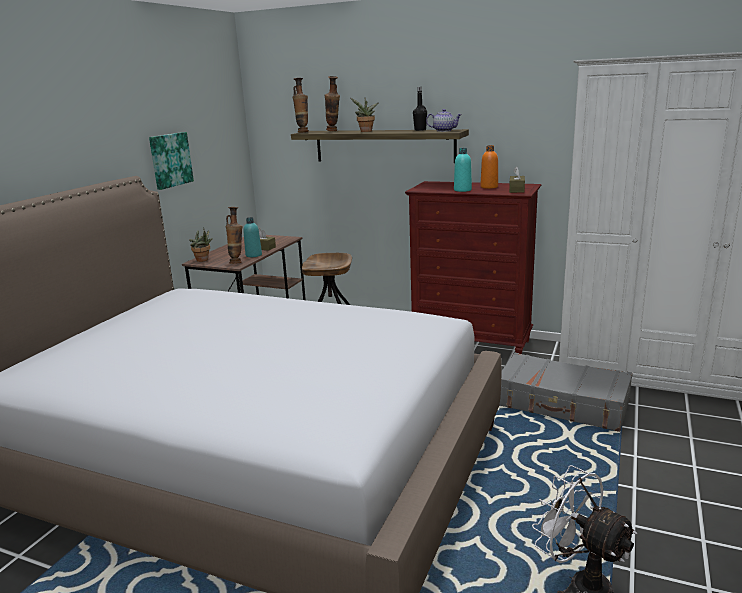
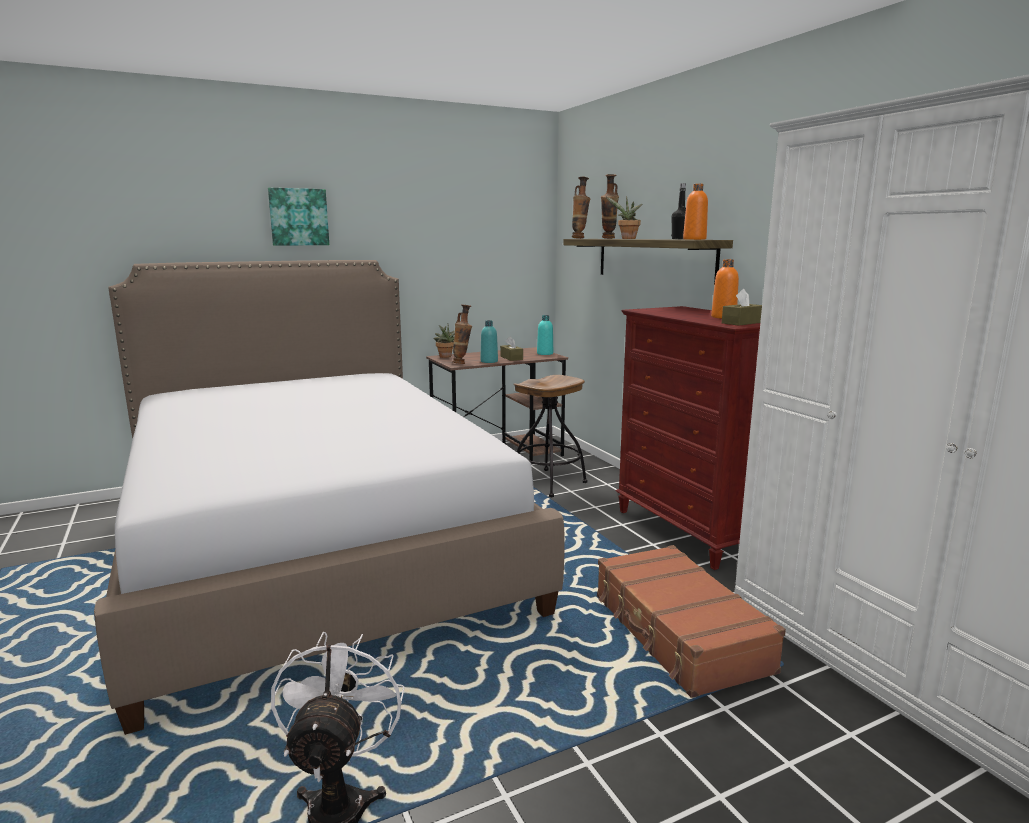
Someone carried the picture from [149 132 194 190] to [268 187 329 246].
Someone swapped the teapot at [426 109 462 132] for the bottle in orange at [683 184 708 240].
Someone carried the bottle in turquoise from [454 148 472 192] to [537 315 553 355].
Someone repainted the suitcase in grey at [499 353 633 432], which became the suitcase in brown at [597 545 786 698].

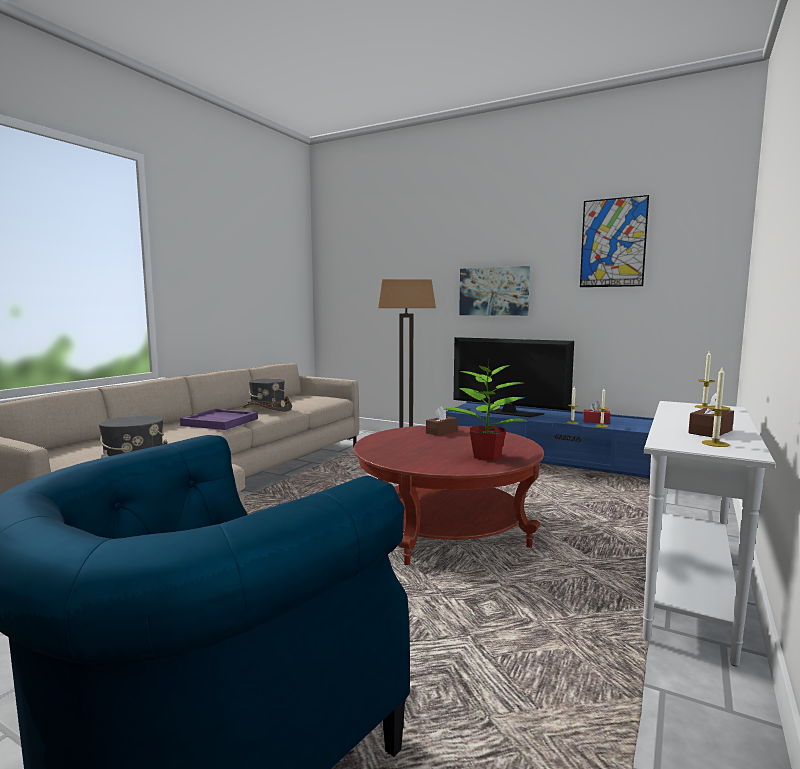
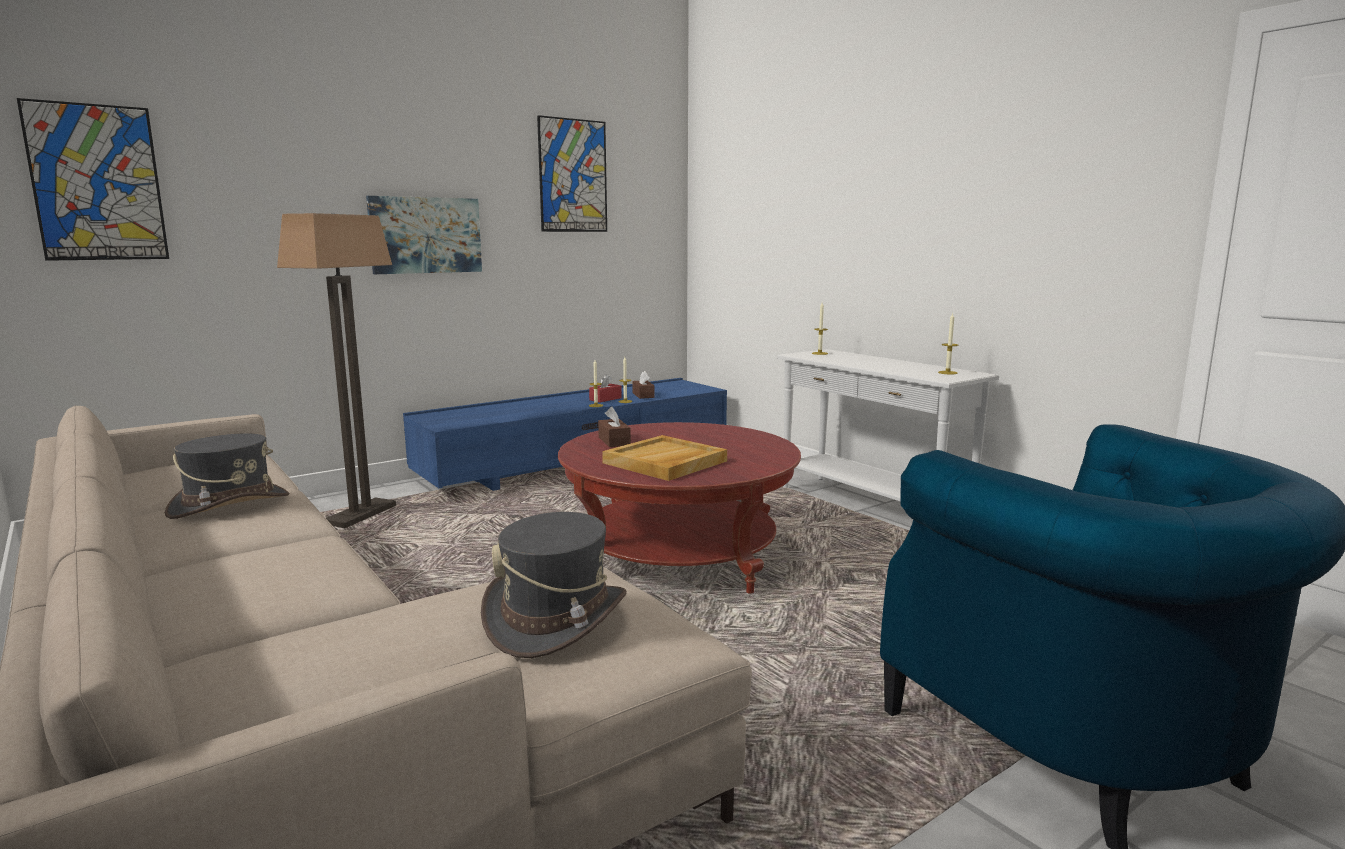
Someone took away the tray in purple at [180 409 258 430].
Someone took away the potted plant at [444 358 528 461].
Someone took away the television at [454 337 574 417].
Someone carried the tissue box in brown from [688 393 734 437] to [632 371 654 399].
Someone put up the picture at [17 98 169 261].
Someone put down the tray in beige at [602 435 727 481].

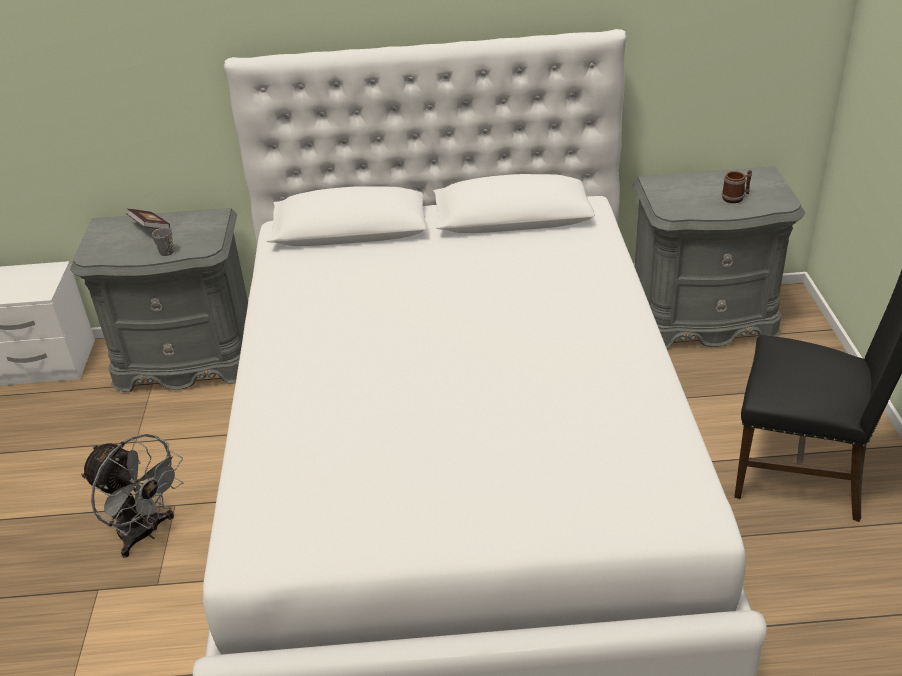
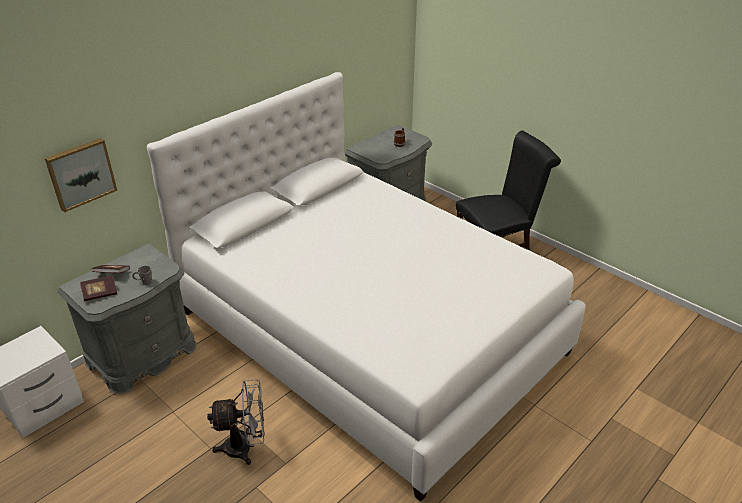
Someone put up the picture at [45 138 117 212].
Someone put down the book at [80 275 117 301].

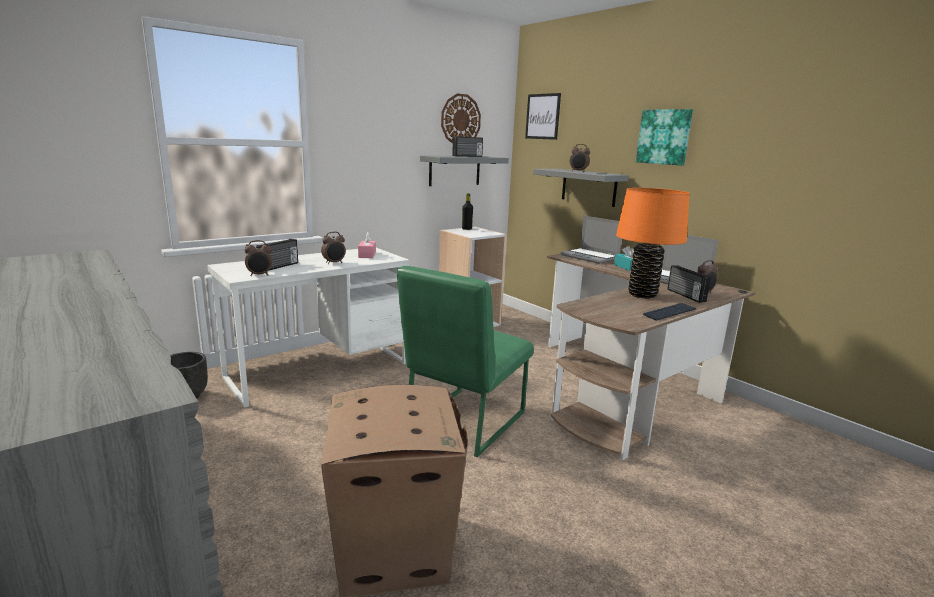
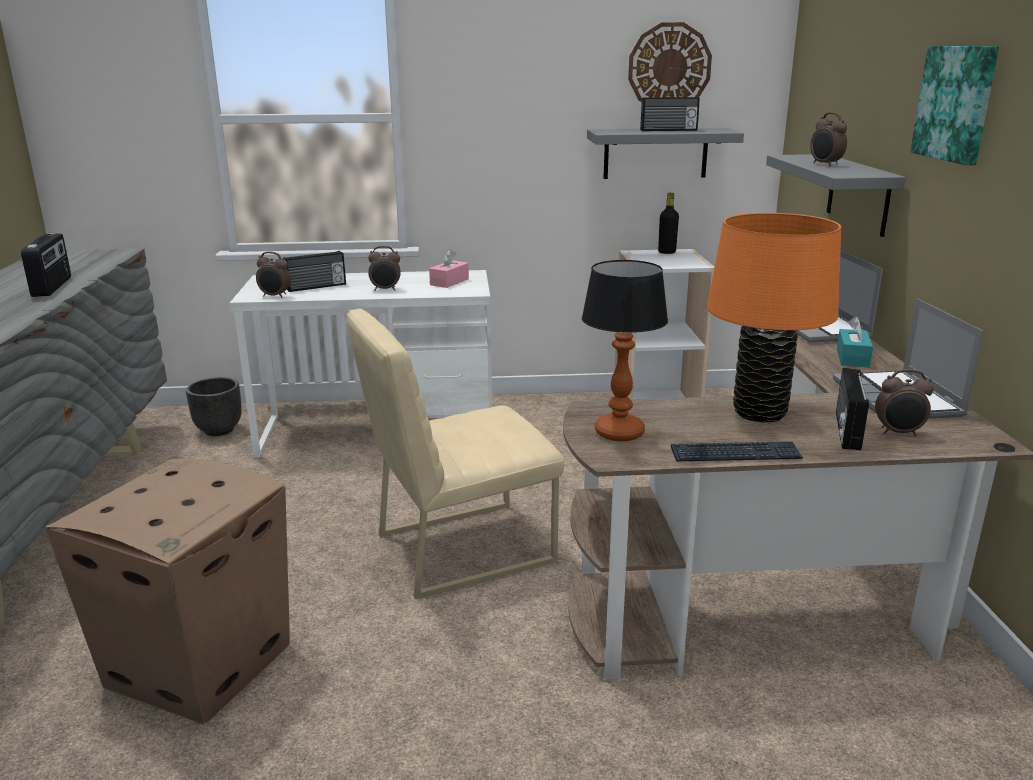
Someone repainted the chair in green at [397 266 534 457], which became the chair in beige at [347 309 564 599].
Someone took away the picture at [525 93 561 140].
Someone put down the radio at [21 233 71 297].
Someone put down the table lamp at [582 260 668 441].

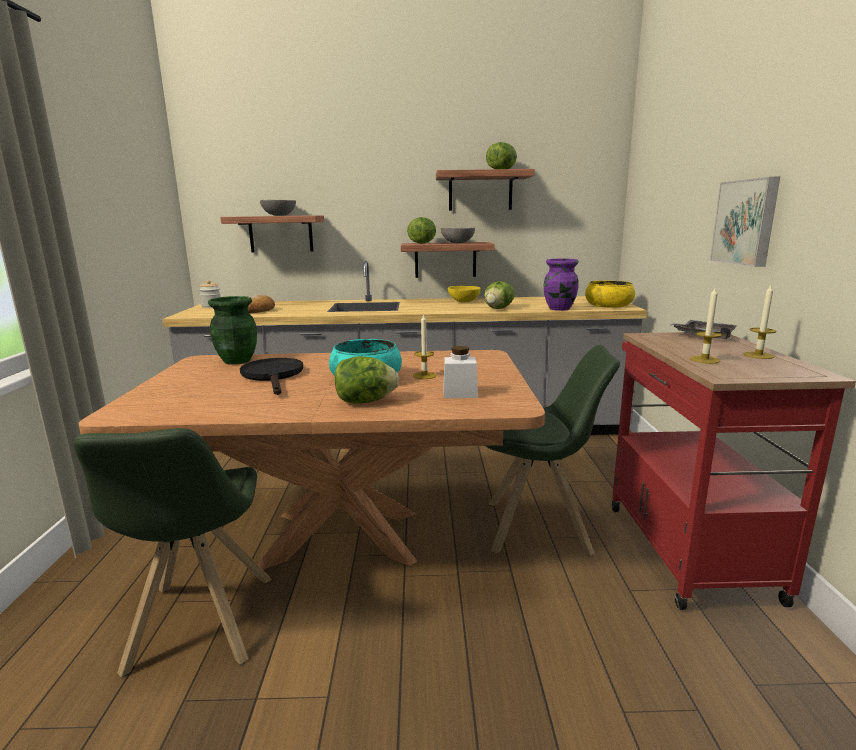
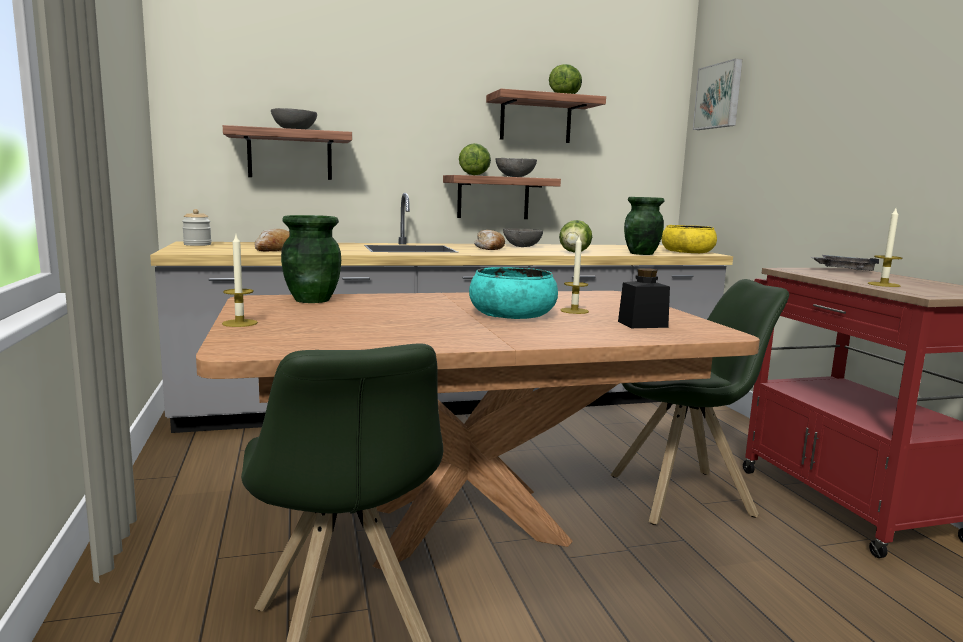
Someone took away the frying pan in black at [240 358 303 395].
Someone took away the lettuce at [335 356 399 404].
Someone repainted the jar in white at [443 346 478 398], which became the jar in black at [618 268 670 328].
Someone repainted the bowl in yellow at [448 286 481 303], which became the bowl in grey at [503 228 543 247].
Someone repainted the vase in purple at [544 258 579 311], which became the vase in green at [624 197 664 255].
Someone carried the picture from [710 177 780 267] to [693 59 743 130].
Someone carried the candle from [744 285 776 359] to [222 235 258 327].
Someone put down the bread at [474 230 505 250].

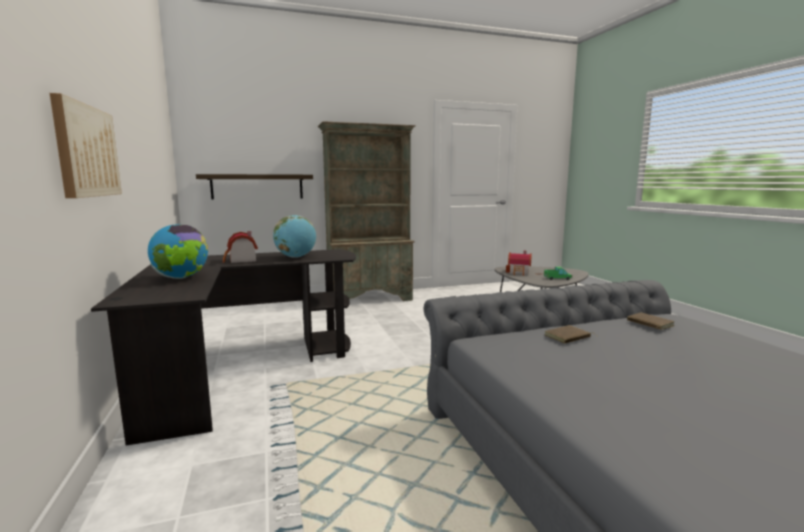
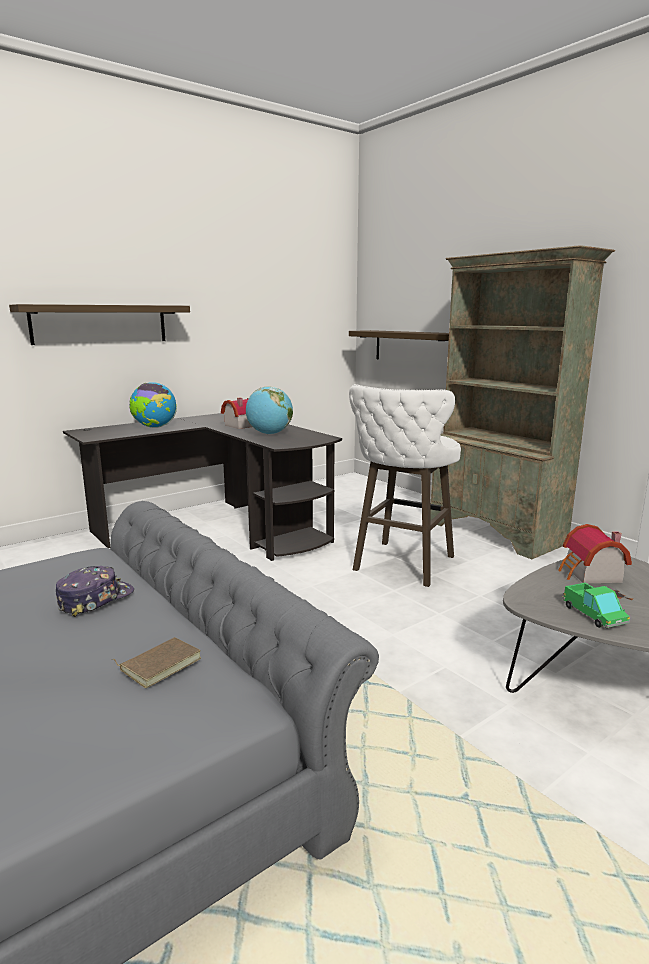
Someone swapped the picture at [50 93 122 198] for the shelf at [9 304 190 345].
Someone swapped the book in brown at [545 325 598 344] for the cap at [56 566 134 617].
Someone put down the stool in white at [349 384 461 587].

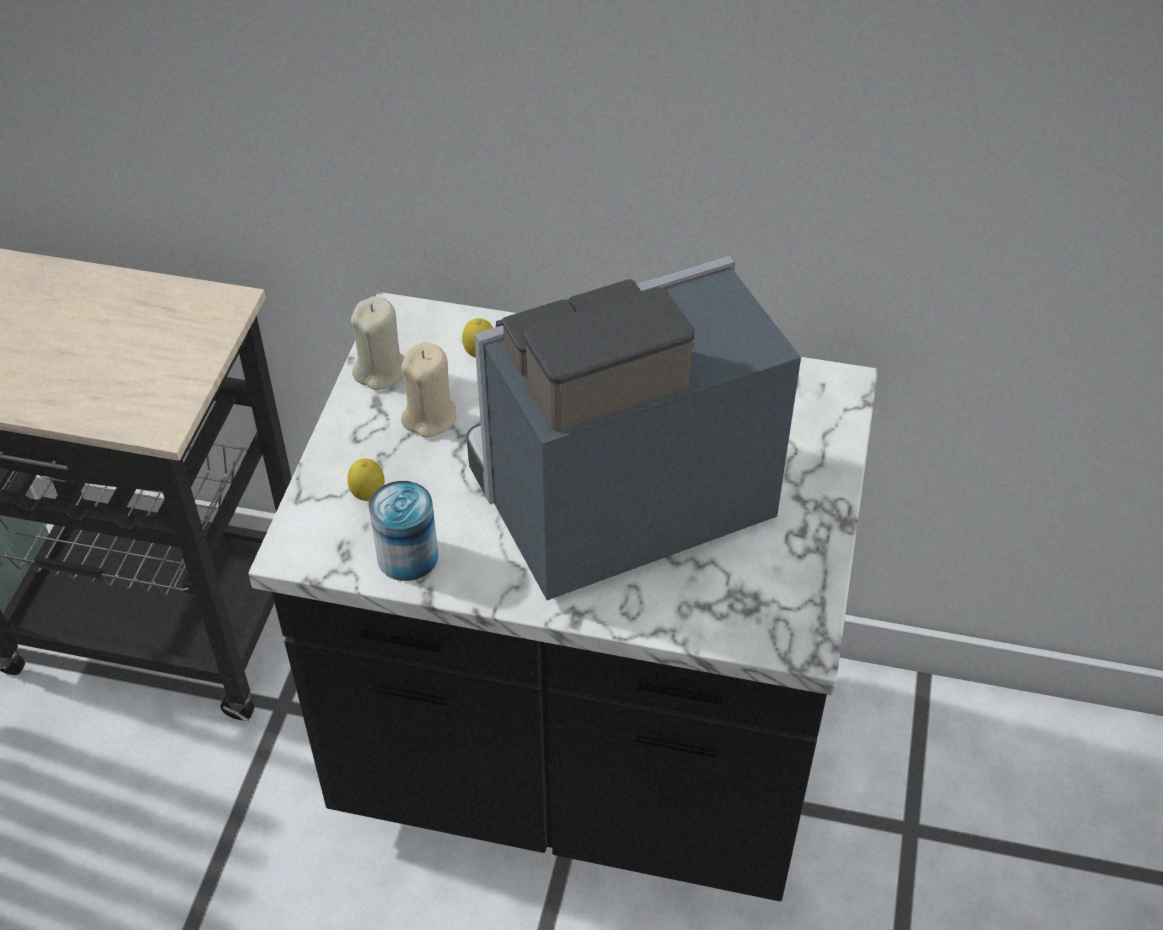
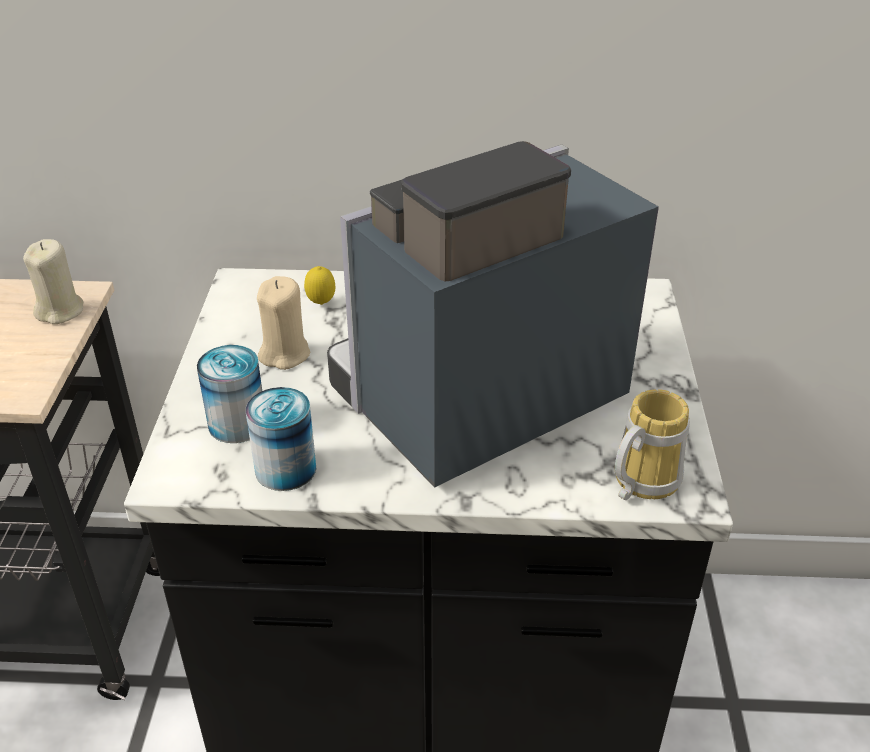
Someone swapped the lemon at [347 459 385 501] for the can at [197 345 262 443].
Someone carried the candle in beige from [351 296 404 390] to [23 239 83 324].
Someone put down the mug at [615 389 690 500].

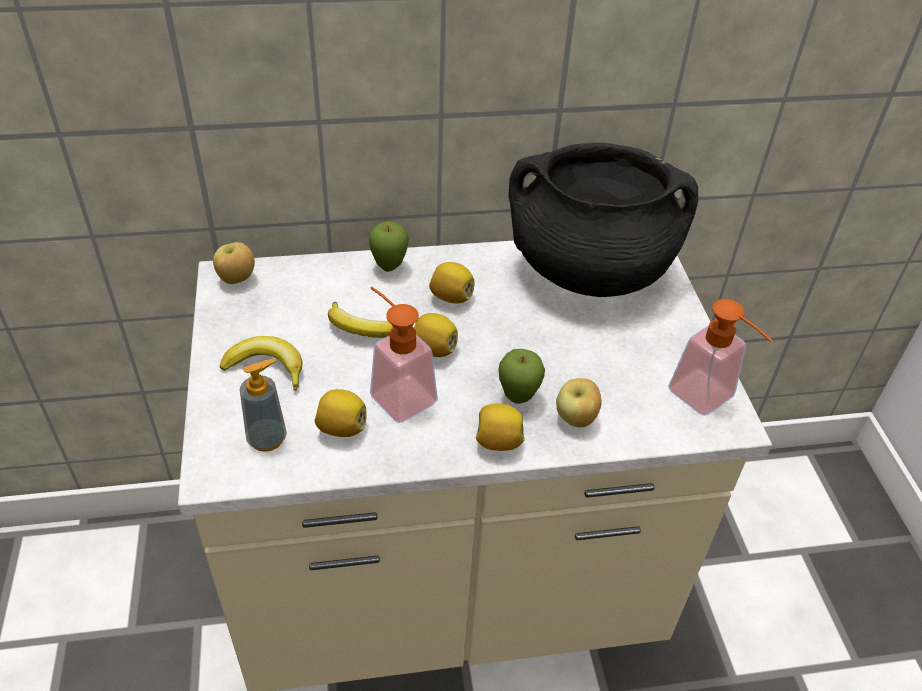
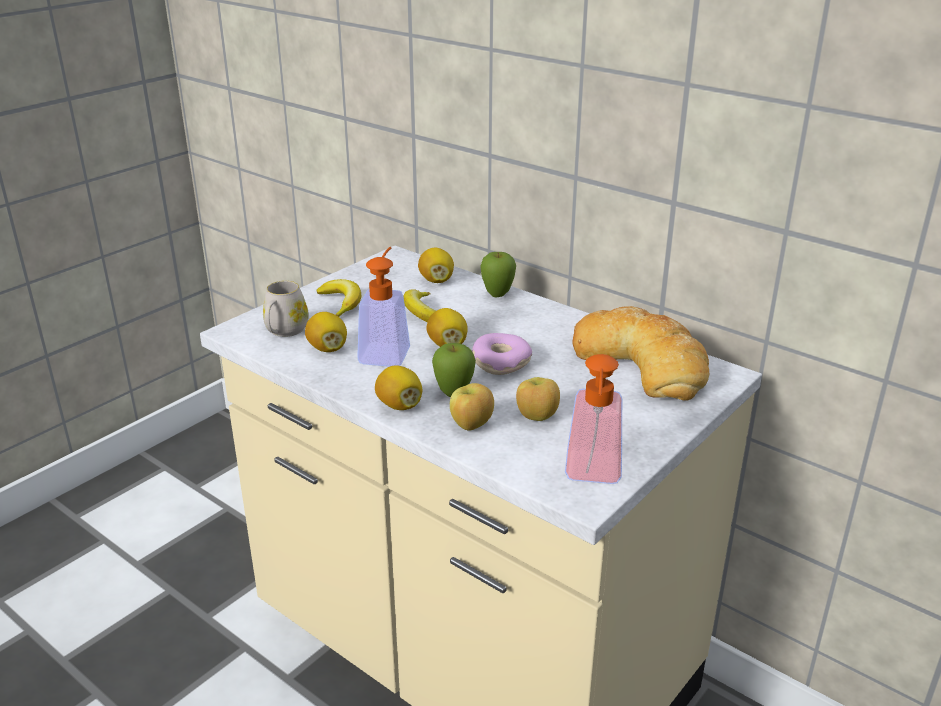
Someone carried the apple from [213 242 255 284] to [516 377 560 421].
Someone swapped the soap dispenser at [240 359 287 452] for the mug in white at [263 281 309 337].
Someone carried the lemon from [429 262 475 304] to [418 248 454 283].
Someone swapped the cooking pot in black at [508 143 698 297] for the bread at [573 306 709 401].
Someone put down the donut at [472 333 532 375].

